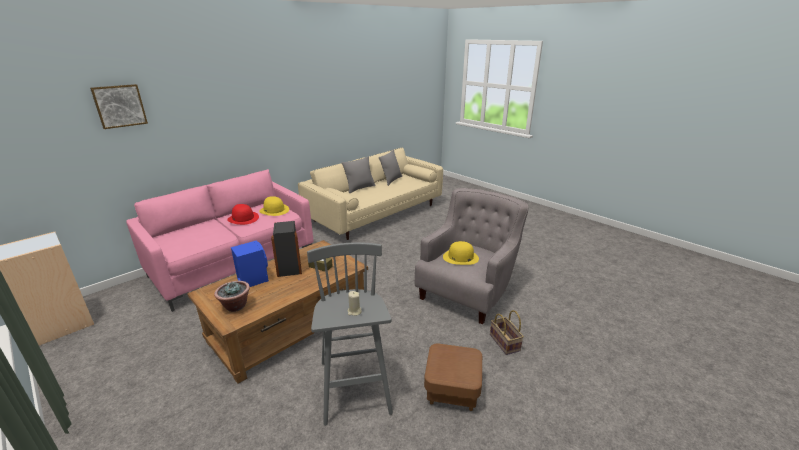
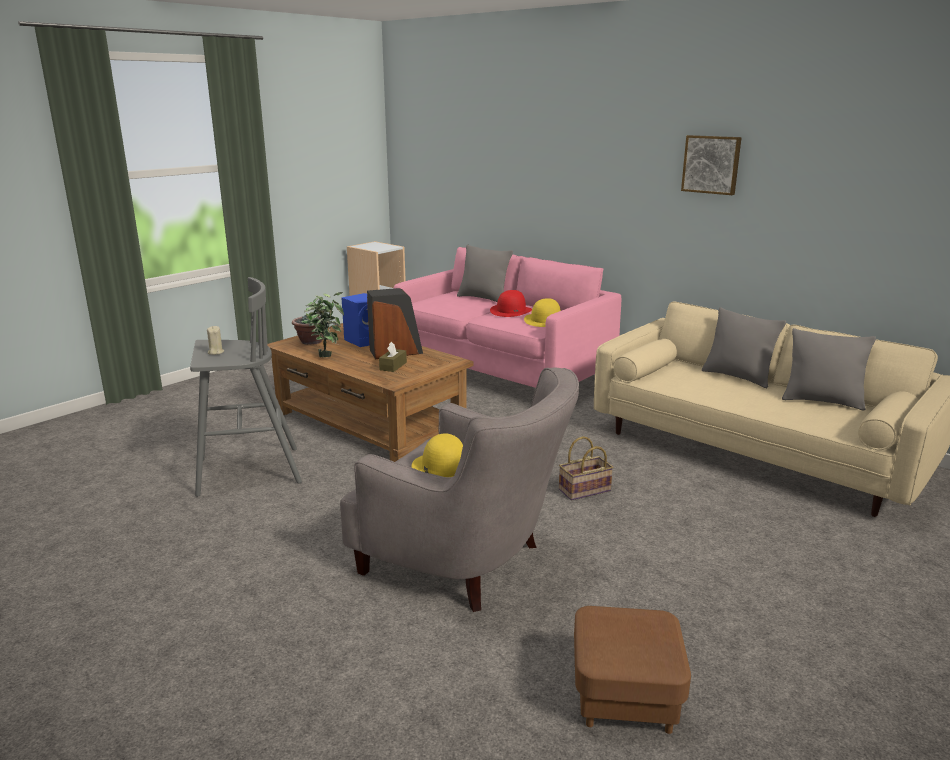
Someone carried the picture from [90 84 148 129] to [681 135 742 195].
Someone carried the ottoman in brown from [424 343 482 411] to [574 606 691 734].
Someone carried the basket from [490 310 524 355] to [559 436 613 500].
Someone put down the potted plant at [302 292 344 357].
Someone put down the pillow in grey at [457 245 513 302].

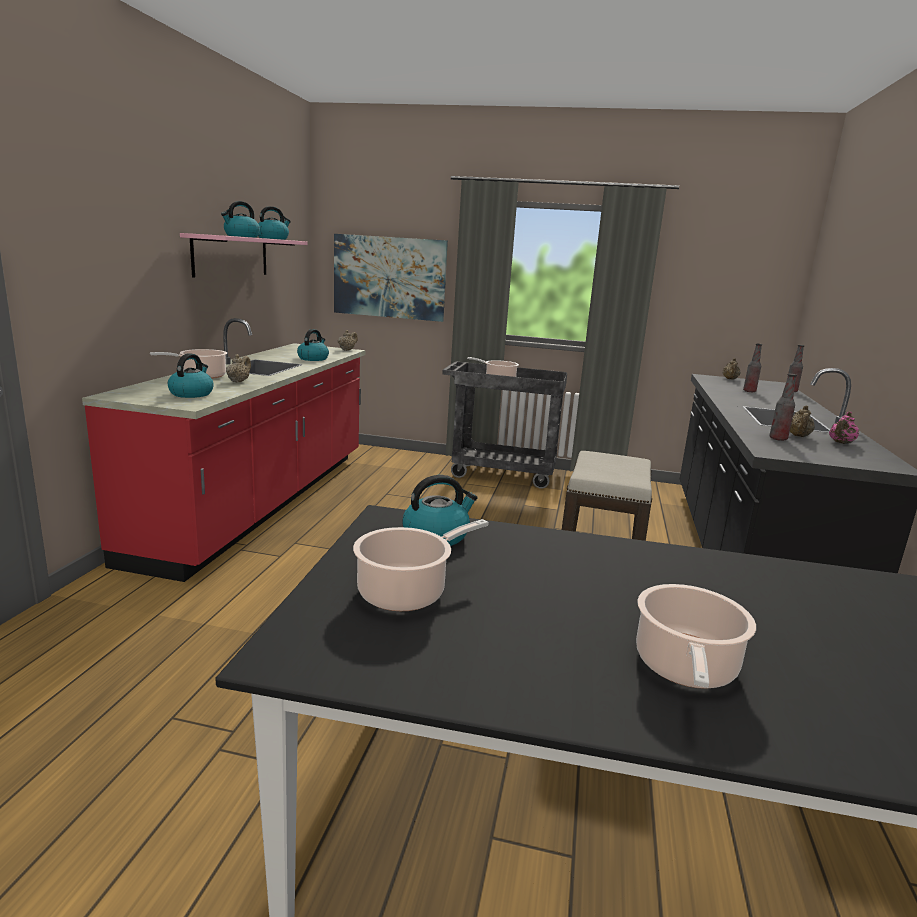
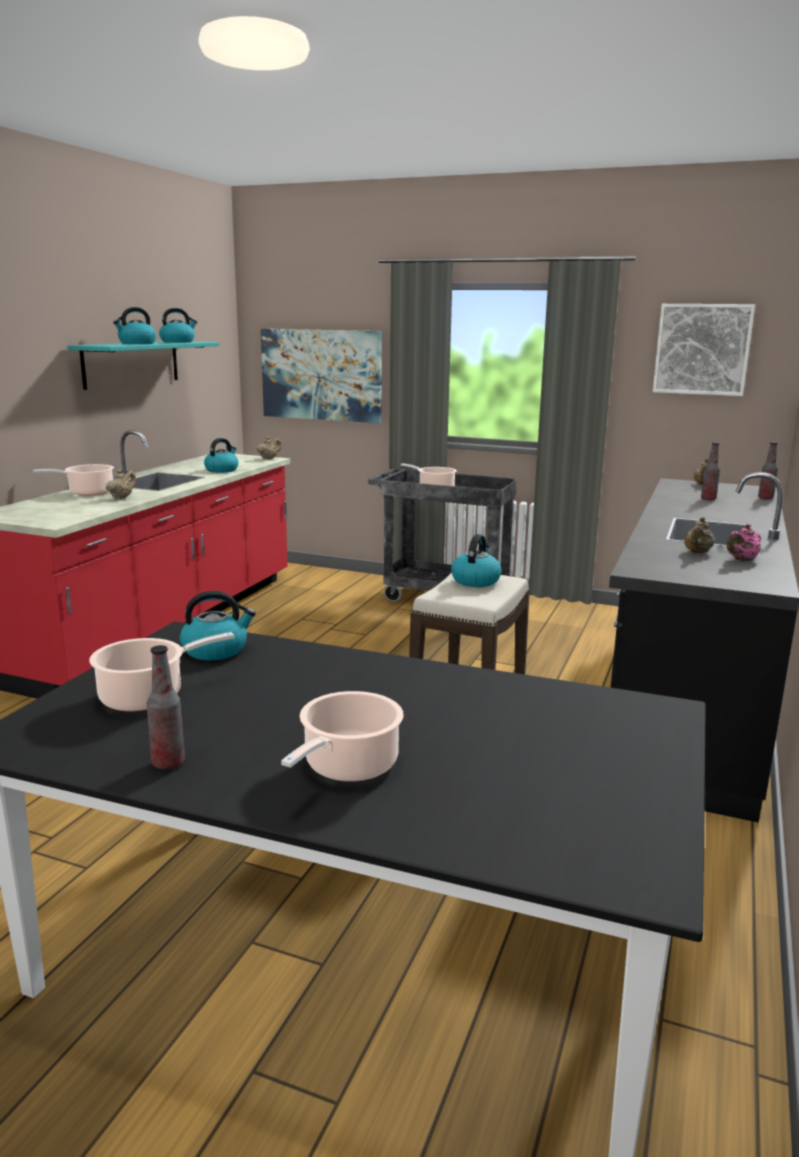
Someone carried the kettle from [168 353 214 398] to [451 534 502 587].
Someone repainted the shelf in pink at [180 233 308 277], which became the shelf in turquoise at [67 341 219 390].
Someone carried the bottle from [769 374 797 441] to [147 645 185 769].
Someone put up the picture at [653 304 755 396].

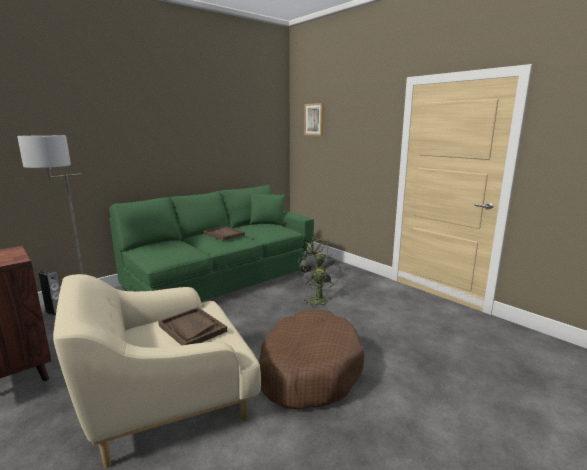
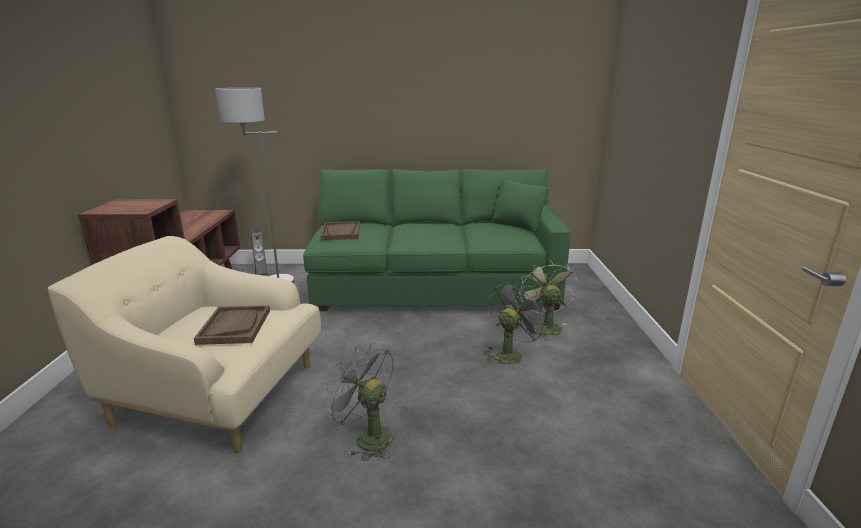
Someone carried the tray in brown from [203 226 245 241] to [320 221 360 240].
Someone swapped the dog bed in brown at [259 310 365 410] for the fan in grey at [323 343 394 461].
Someone took away the picture at [304 103 324 136].

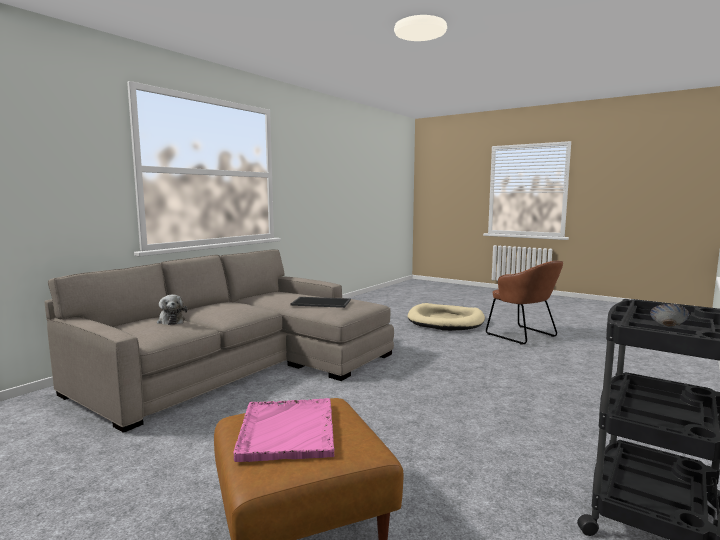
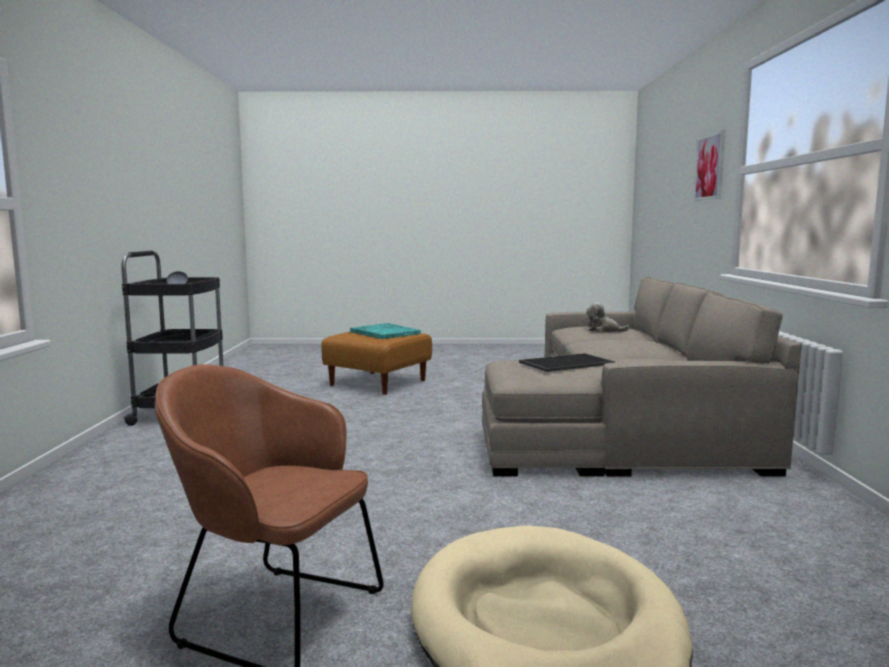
Someone repainted the tray in pink at [233 398 335 462], which became the tray in turquoise at [350 323 421 339].
Someone put up the picture at [694 130 725 201].

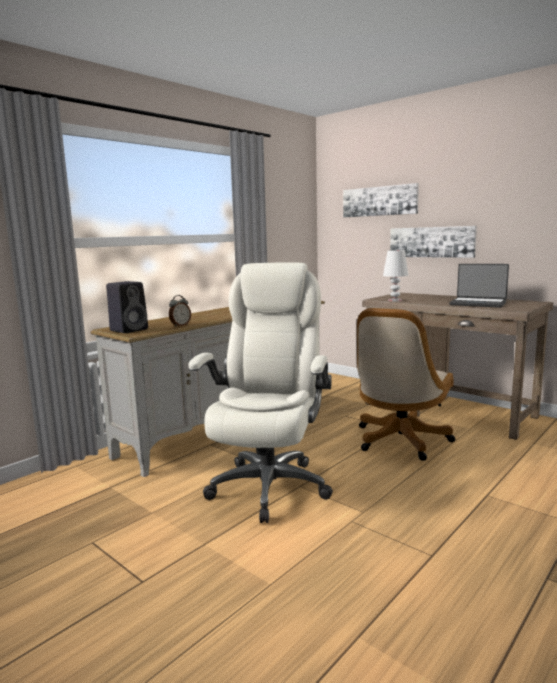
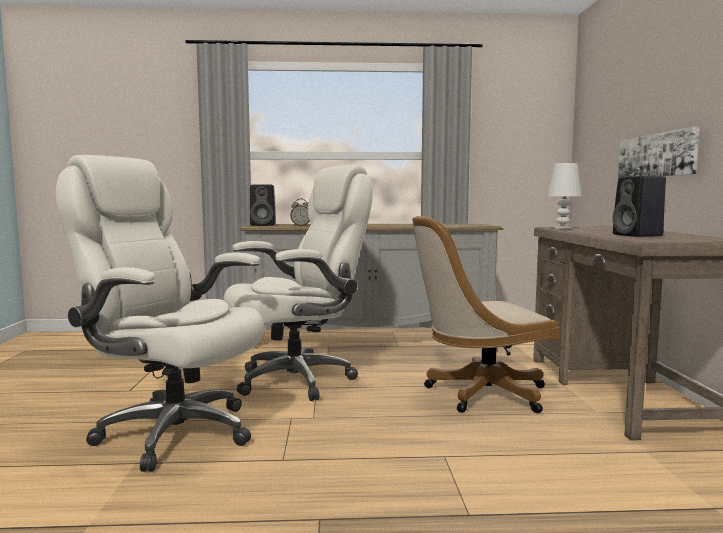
Someone took away the picture at [343 183 419 217].
Someone swapped the laptop at [449 264 509 308] for the speaker in black at [613 176 666 237].
Someone put down the office chair in white at [56 155 264 471].

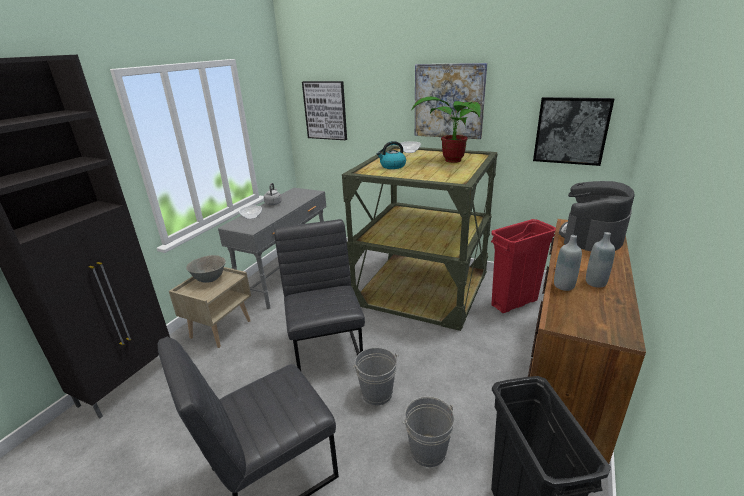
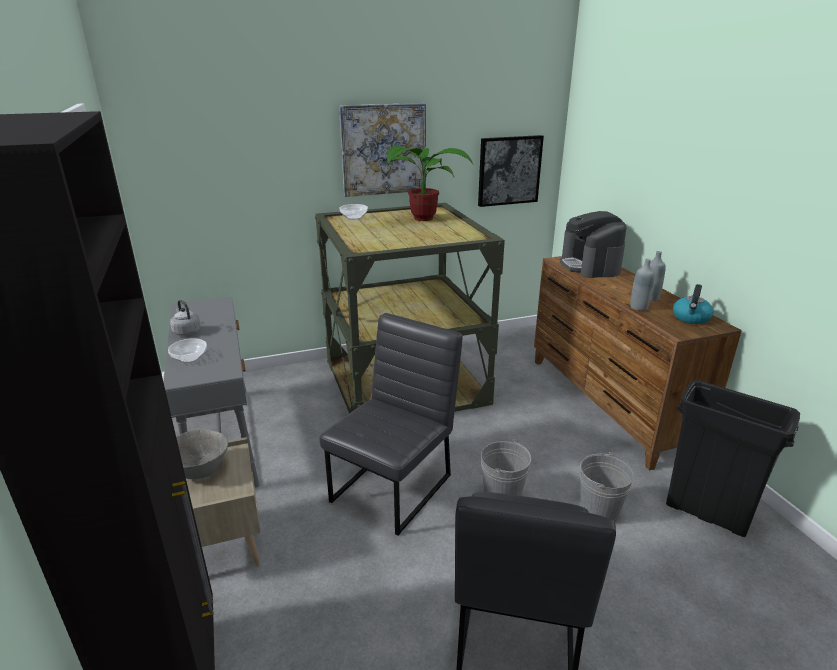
Someone rotated the chair in grey at [274 219 365 371] by 90 degrees clockwise.
Someone took away the picture at [302 81 347 140].
Someone carried the kettle from [376 141 406 169] to [673 284 713 324].
Someone took away the trash can in red at [491 219 556 313].

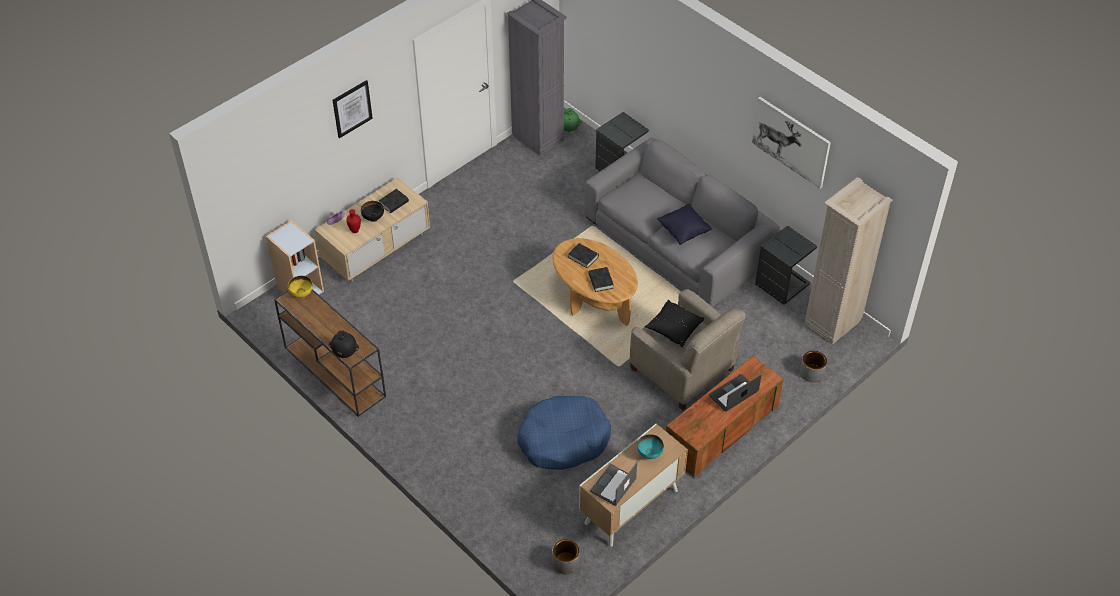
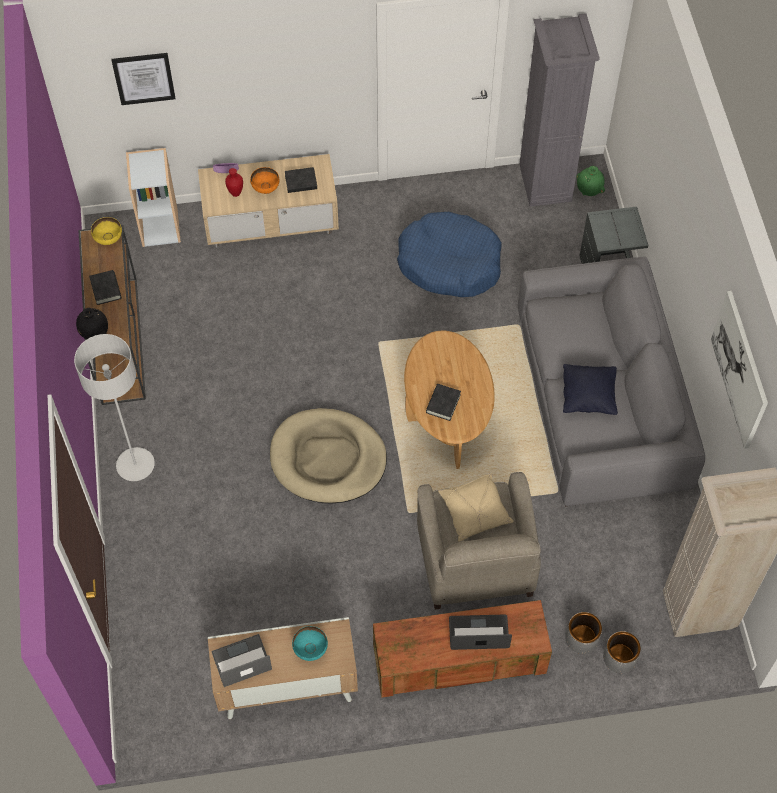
Someone carried the picture from [332 80 373 138] to [111 53 176 105].
Someone repainted the bowl in black at [361 201 384 222], which became the bowl in orange at [250 167 279 194].
Someone carried the dog bed in blue from [517 396 611 470] to [397 212 502 297].
Someone carried the planter in grey from [552 539 580 574] to [565 612 602 654].
Someone carried the book in black from [568 243 599 268] to [89 270 122 305].
Someone repainted the pillow in black at [645 300 704 347], which became the pillow in beige at [438 473 514 542].
Someone took away the side table in grey at [755 225 817 305].
Someone put down the floor lamp in grey at [74 334 155 481].
Someone put down the dog bed in beige at [270 408 387 503].

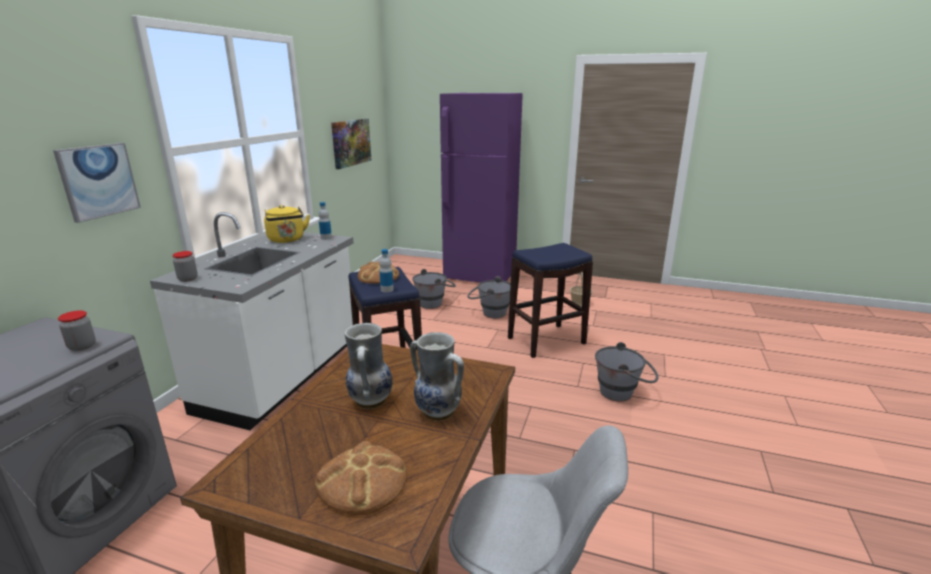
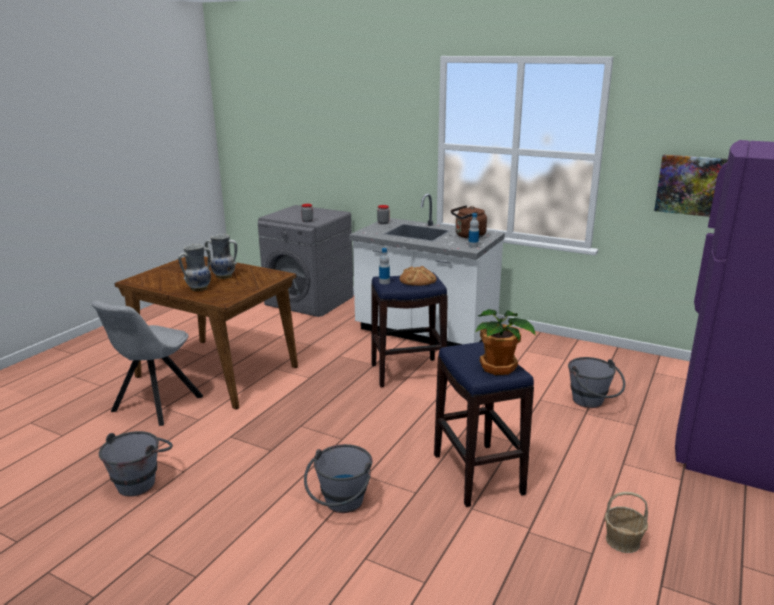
Someone took away the picture at [53 143 141 223].
Someone repainted the kettle in yellow at [264 205 310 243], which became the kettle in brown at [451 205 487 239].
Someone took away the bread at [315 441 407 515].
Someone carried the bucket in grey from [468 276 511 318] to [99 431 173 497].
Someone put down the potted plant at [475 309 536 375].

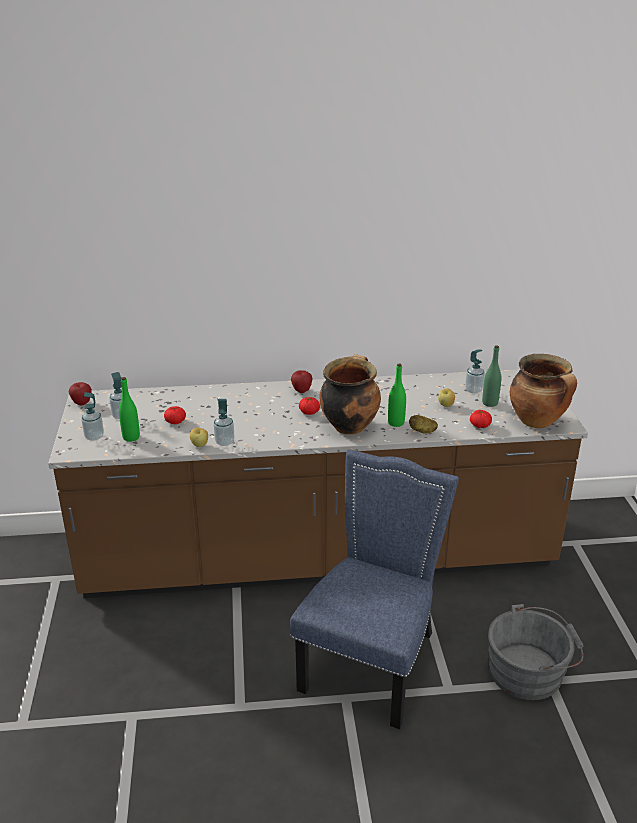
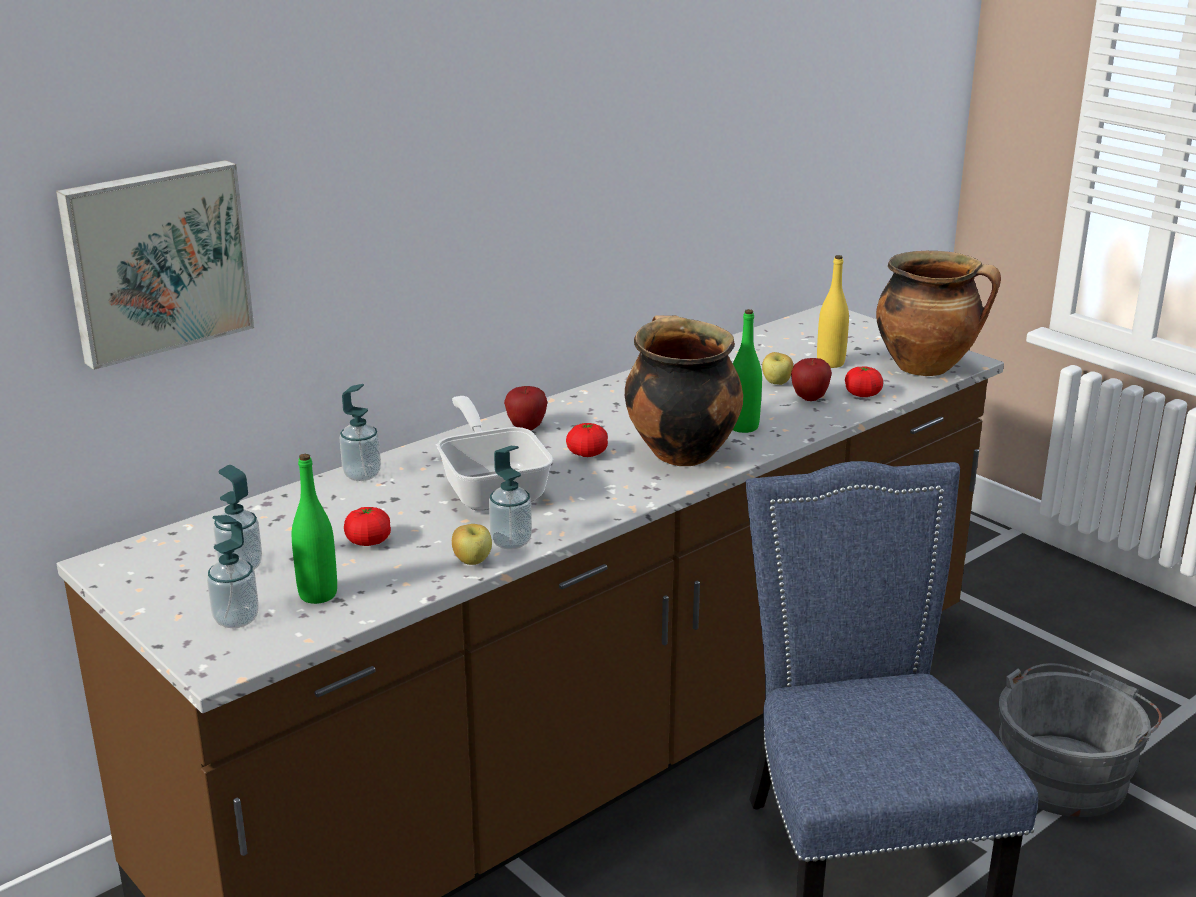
Someone carried the apple from [69 382 92 405] to [791 358 832 401].
Someone took away the potato at [409 415 438 433].
Someone carried the soap dispenser from [465 349 485 394] to [340 384 381 481].
Someone repainted the bottle in green at [482 345 501 407], which became the bottle in yellow at [817 255 849 368].
Someone put up the picture at [56 160 254 370].
Someone put down the frying pan at [437 396 553 511].

